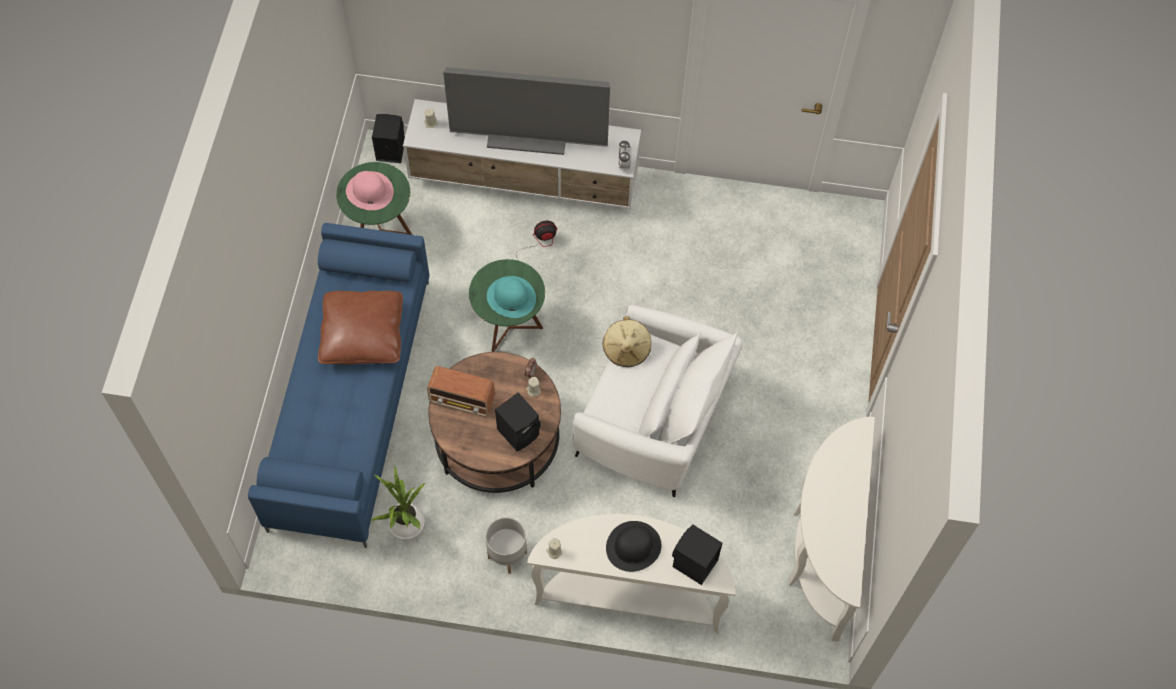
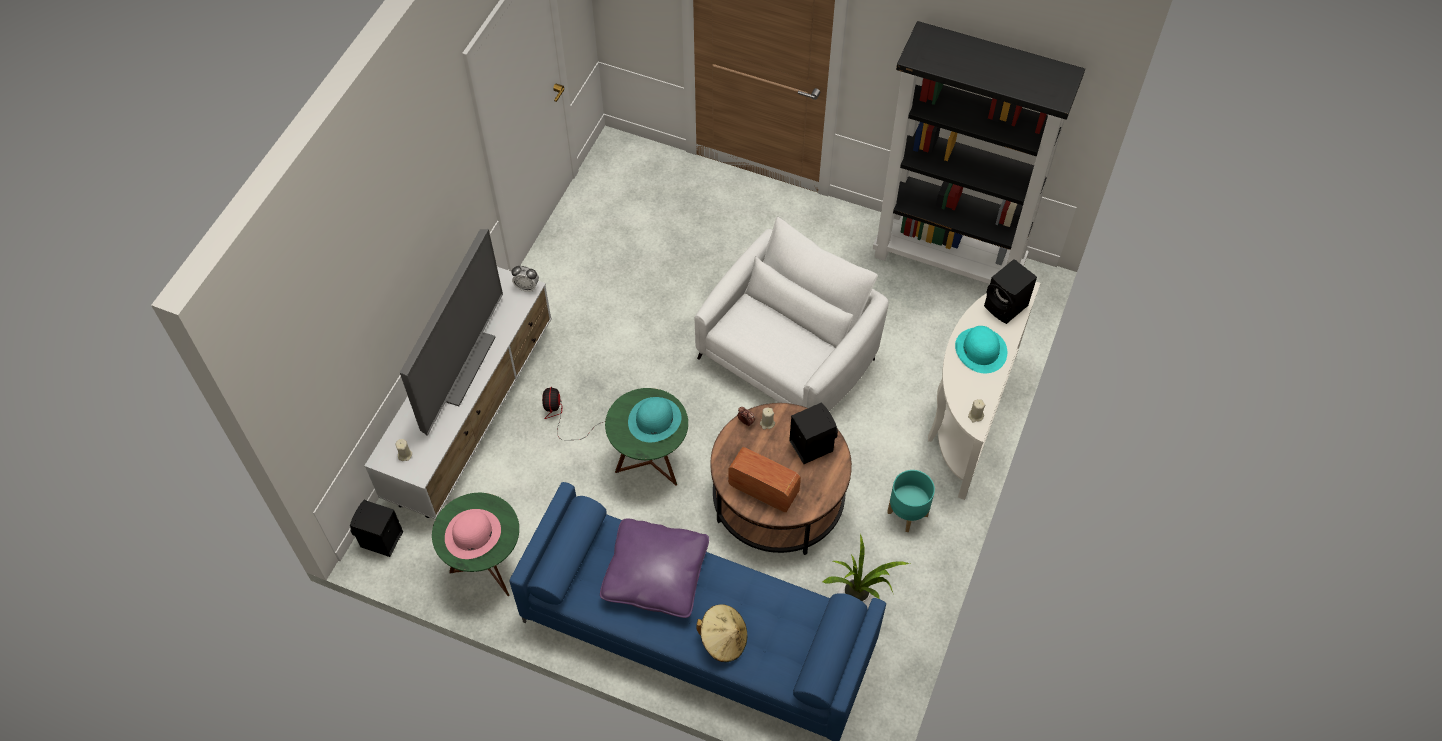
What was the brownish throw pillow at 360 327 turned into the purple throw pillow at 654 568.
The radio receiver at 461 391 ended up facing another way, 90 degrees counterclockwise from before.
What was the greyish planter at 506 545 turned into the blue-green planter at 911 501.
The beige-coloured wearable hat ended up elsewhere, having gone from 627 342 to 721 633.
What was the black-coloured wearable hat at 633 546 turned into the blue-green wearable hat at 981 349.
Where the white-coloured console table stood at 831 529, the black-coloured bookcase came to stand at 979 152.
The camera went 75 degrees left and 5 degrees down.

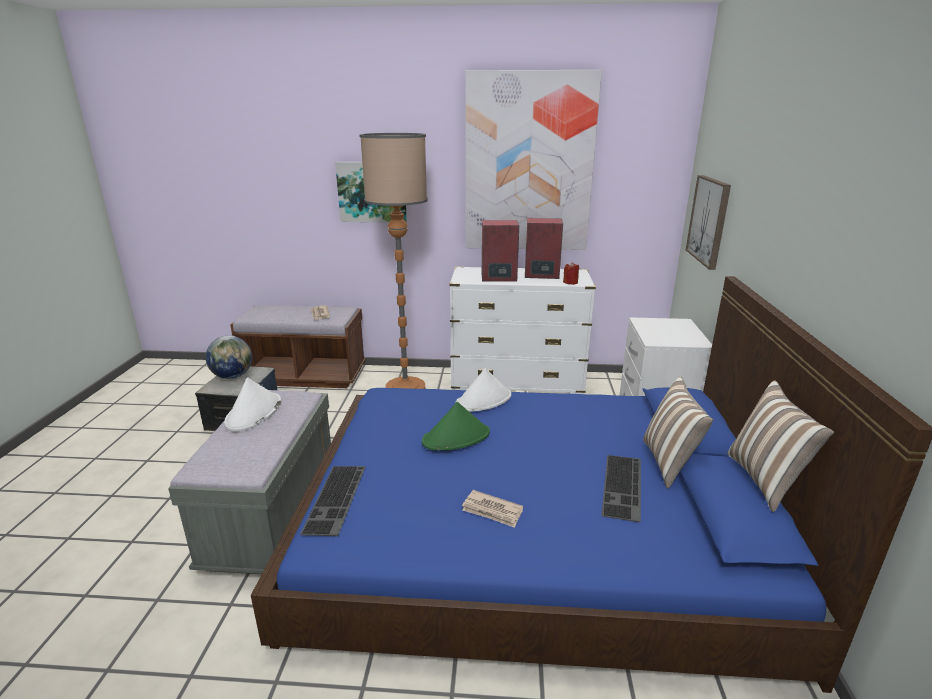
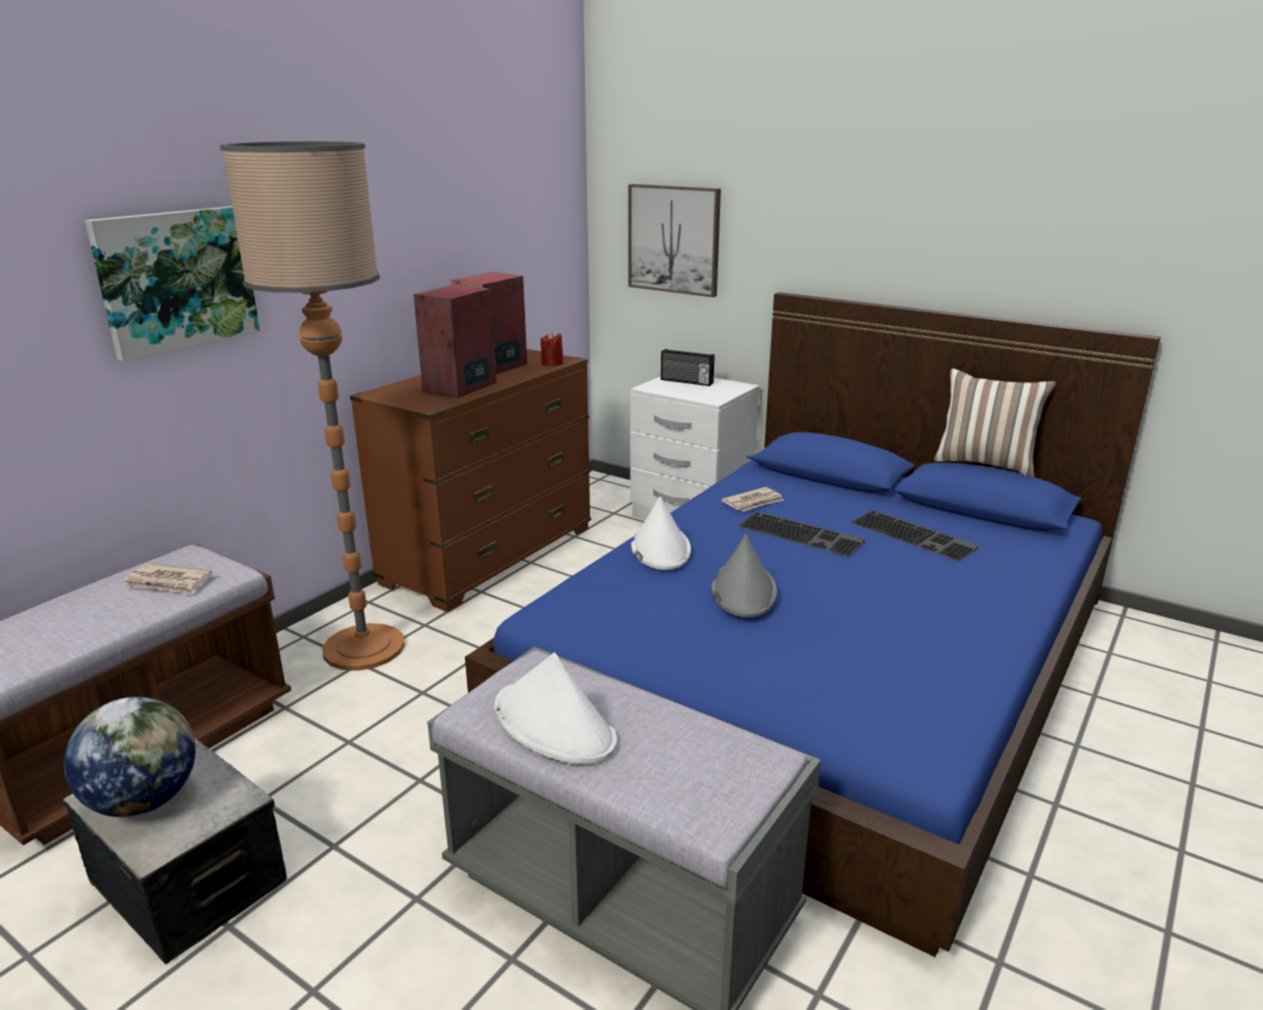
The PC keyboard ended up elsewhere, having gone from 333 501 to 801 534.
What was the green-coloured wearable hat at 456 426 turned into the greyish wearable hat at 744 576.
What was the white-coloured dresser at 522 330 turned into the brownish dresser at 470 480.
The daily paper ended up elsewhere, having gone from 492 509 to 752 499.
The second view lost the picture at 533 160.
The second view lost the throw pillow at 678 433.
The second view gained the radio receiver at 687 367.
The camera went 60 degrees left and 0 degrees up.

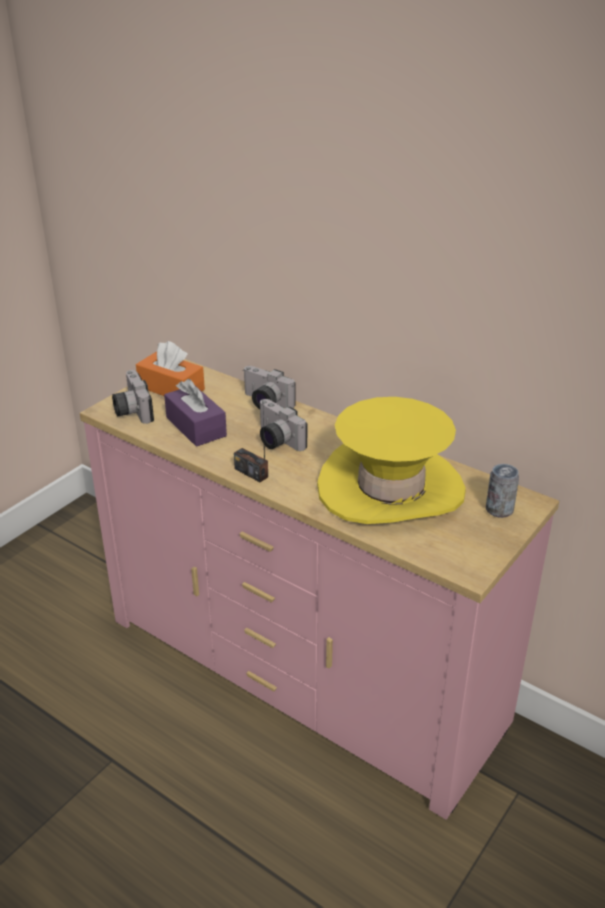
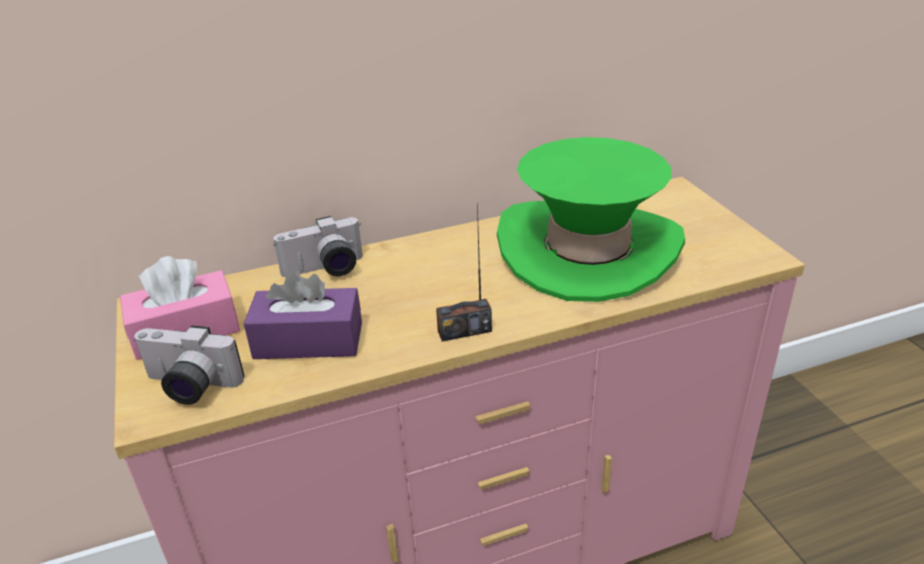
What was the orange-coloured box of tissues at 170 368 turned into the pink-coloured box of tissues at 180 308.
The second view lost the photo camera at 283 425.
What was the yellow-coloured wearable hat at 391 460 turned into the green-coloured wearable hat at 591 219.
The second view lost the metal can at 502 491.
The camera went 55 degrees left and 0 degrees up.

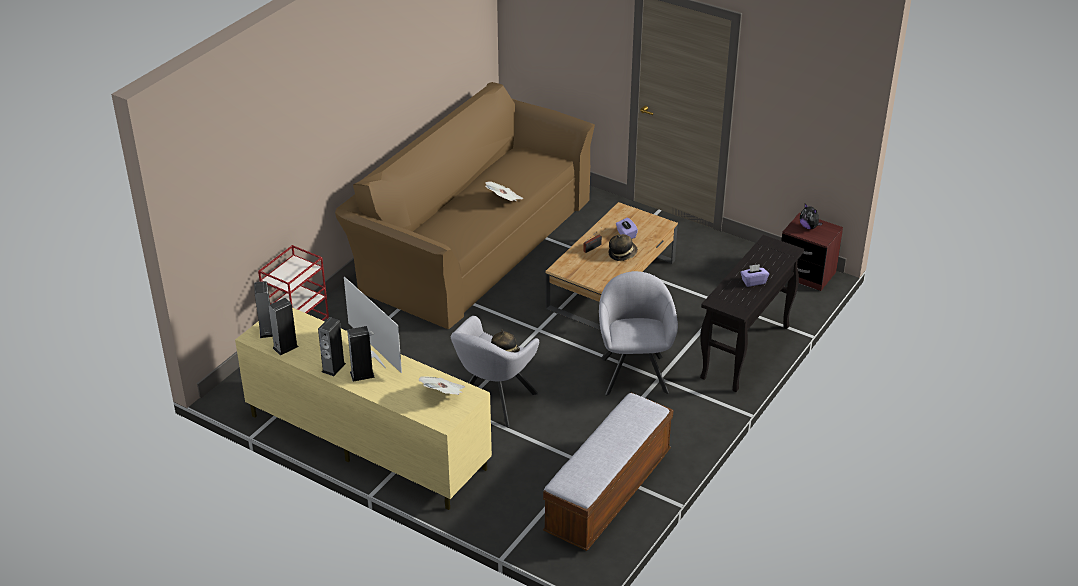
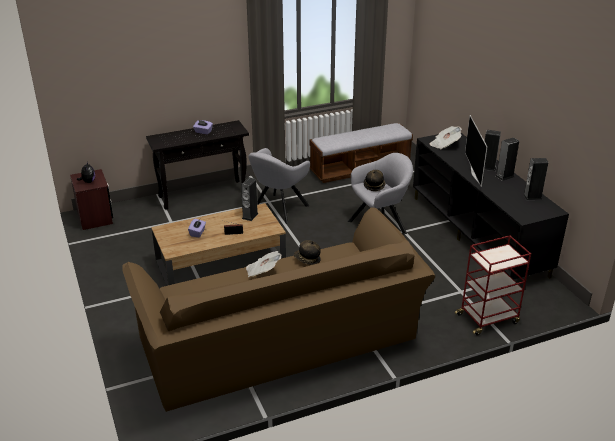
What was the beige-coloured tv unit at 363 409 turned into the black-coloured tv unit at 491 206.
The loudspeaker ended up elsewhere, having gone from 263 309 to 250 199.
The wearable hat ended up elsewhere, having gone from 623 247 to 307 252.
The camera went 145 degrees left and 5 degrees down.

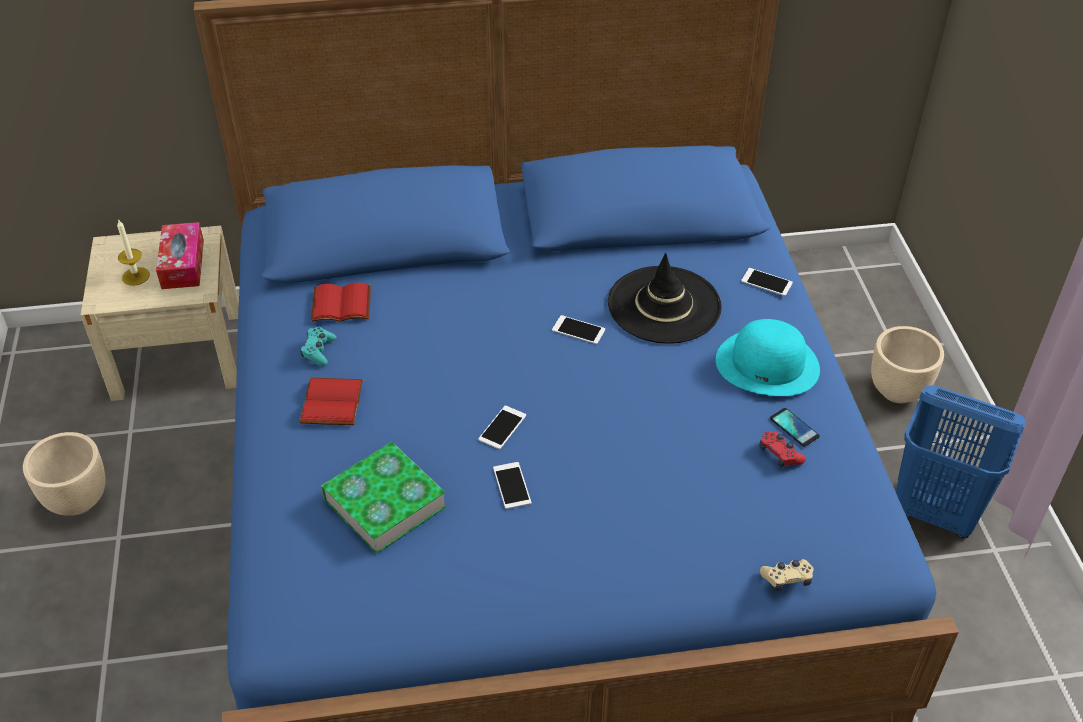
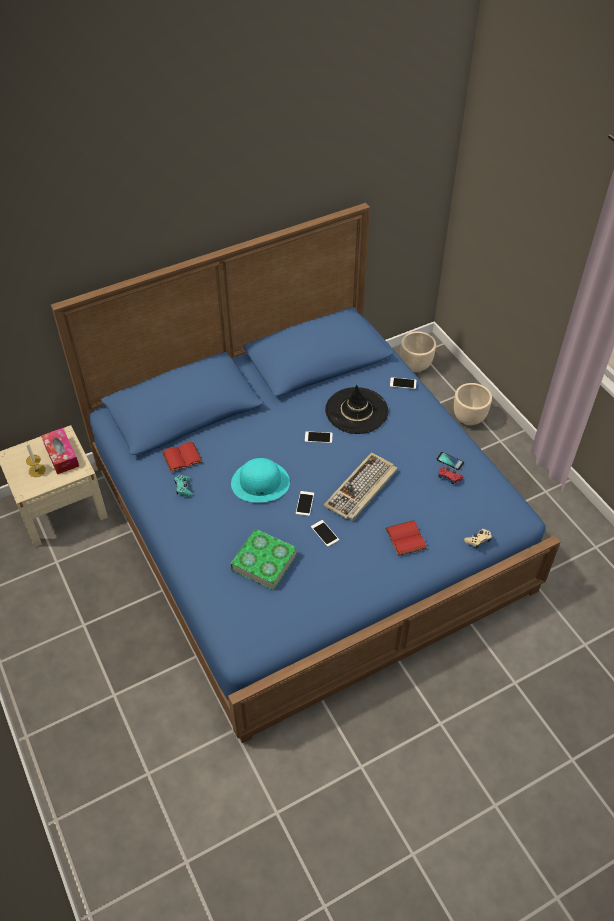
The beige-coloured planter ended up elsewhere, having gone from 64 473 to 418 351.
The red bound book ended up elsewhere, having gone from 331 401 to 406 538.
The blue-green wearable hat ended up elsewhere, having gone from 768 357 to 260 480.
The second view lost the bluish laundry basket at 961 461.
The second view gained the PC keyboard at 360 487.
The camera went 20 degrees left and 5 degrees up.

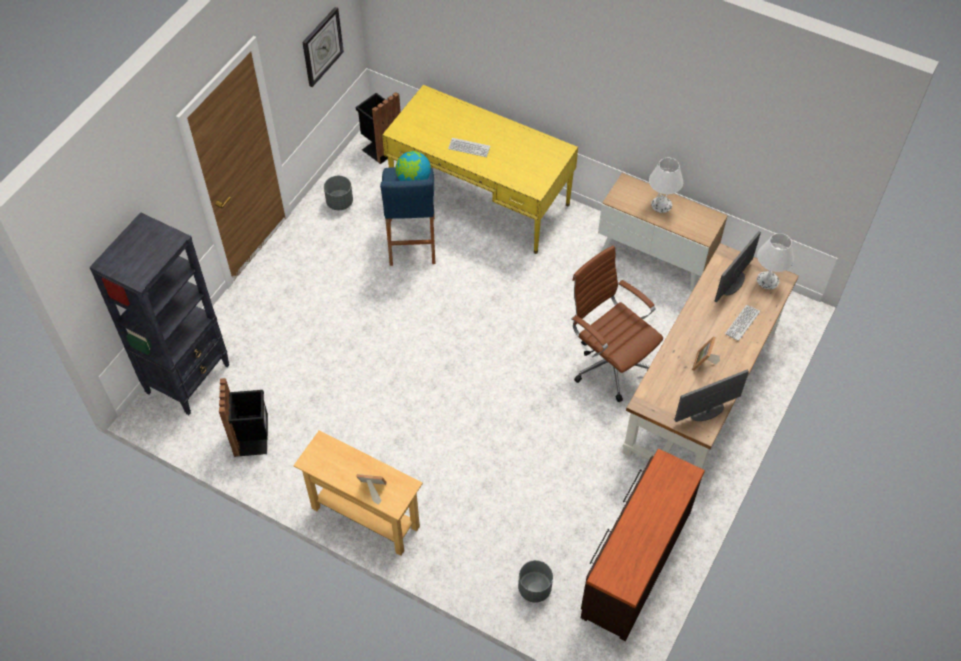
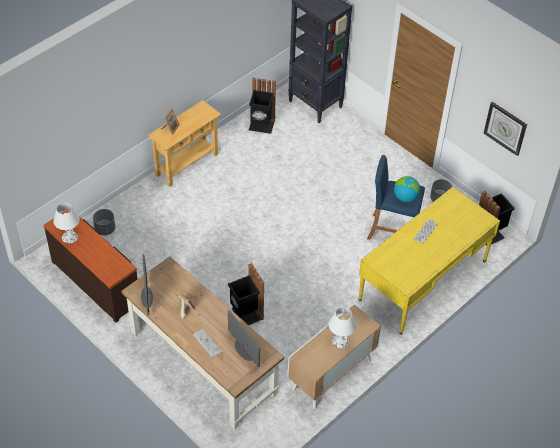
Where the brownish office chair stood at 617 324, the black-coloured waste bin came to stand at 246 294.
The white-coloured tabletop lamp ended up elsewhere, having gone from 775 261 to 66 223.
The camera went 105 degrees right and 5 degrees down.

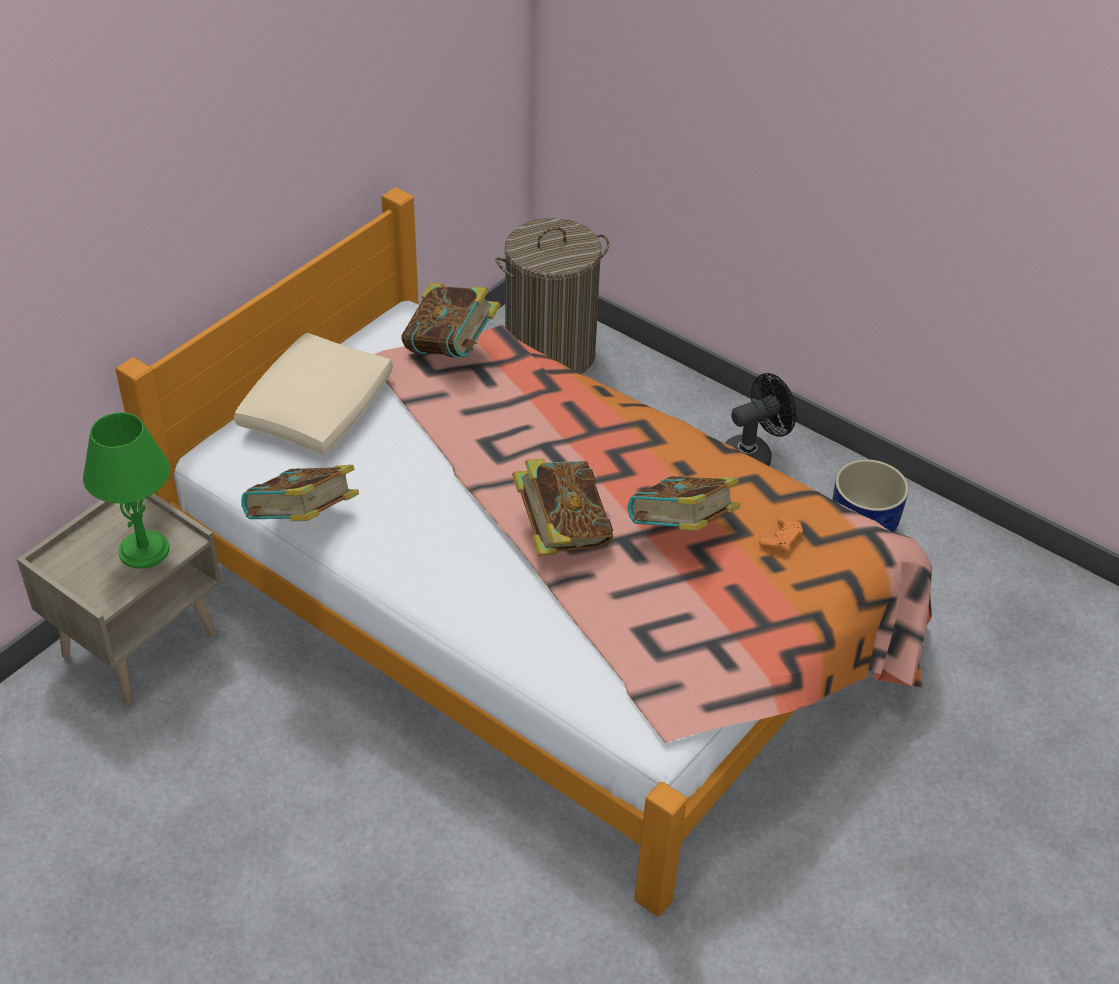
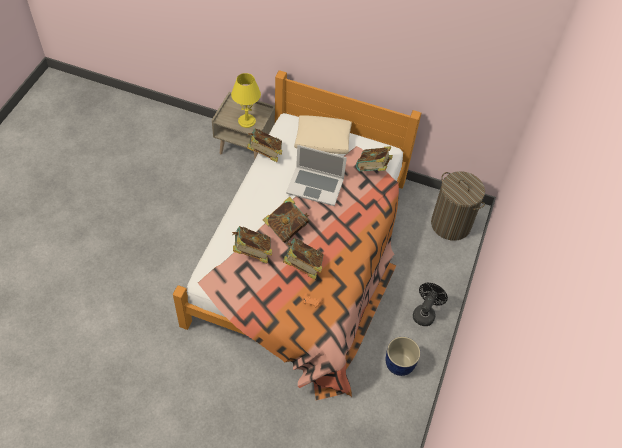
What was the green-coloured tabletop lamp at 126 490 turned into the yellow-coloured tabletop lamp at 246 100.
The black-coloured fan at 760 419 ended up facing another way, 105 degrees counterclockwise from before.
The second view gained the bound book at 252 244.
The second view gained the portable computer at 316 175.
The camera went 70 degrees right and 10 degrees up.

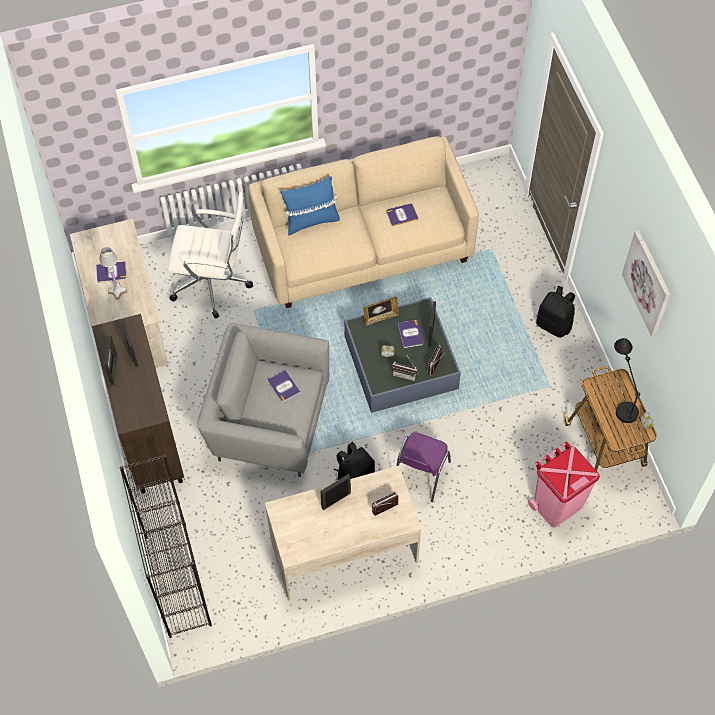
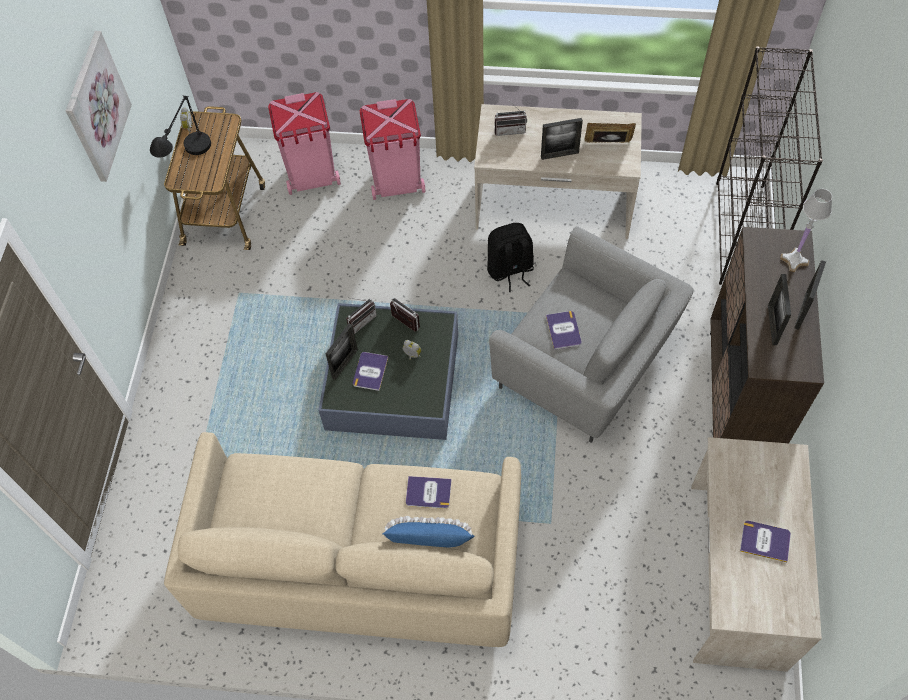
The white-coloured tabletop lamp ended up elsewhere, having gone from 113 273 to 806 230.
The second view lost the white-coloured office chair at 210 255.
The photo frame ended up elsewhere, having gone from 381 311 to 610 133.
The bound book ended up elsewhere, having gone from 402 215 to 428 492.
The second view lost the purple chair at 424 467.
The second view lost the black-coloured rucksack at 555 312.
The second view gained the pink-coloured waste bin at 393 149.
The camera went 155 degrees left and 0 degrees up.

